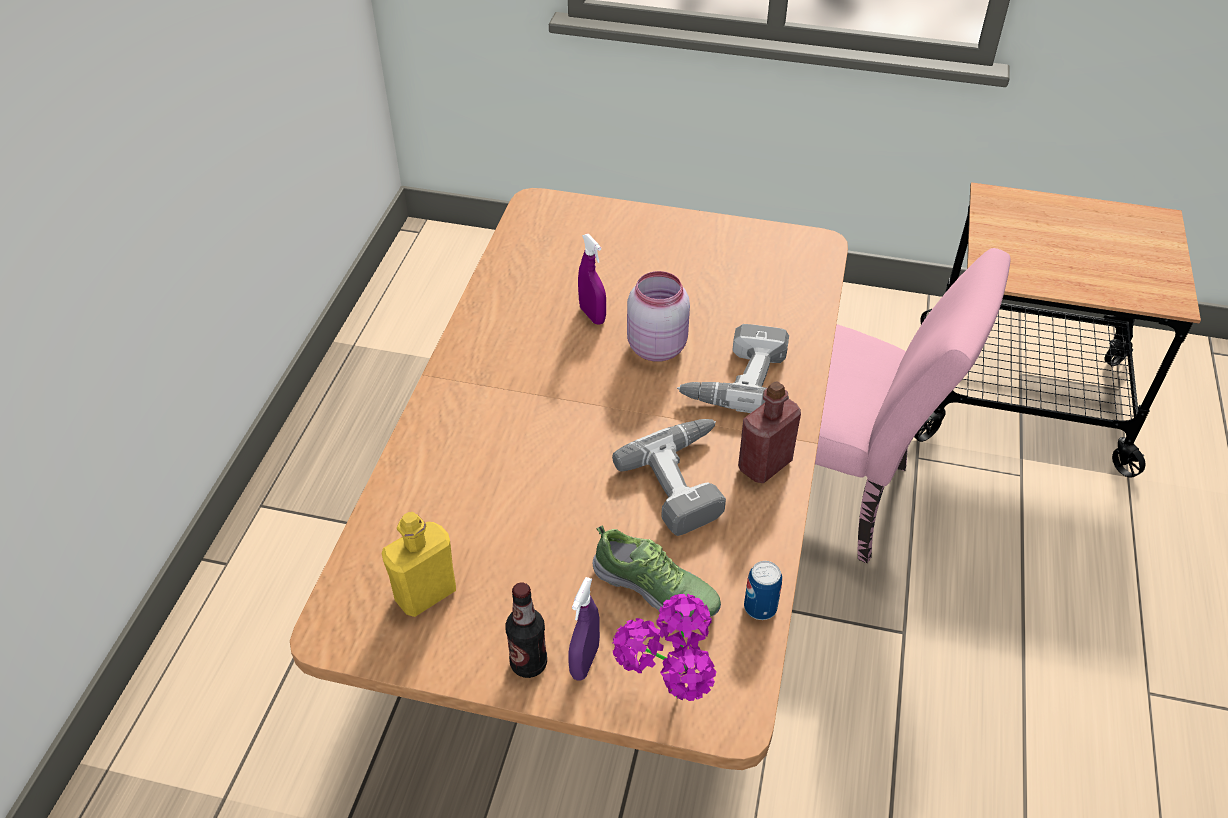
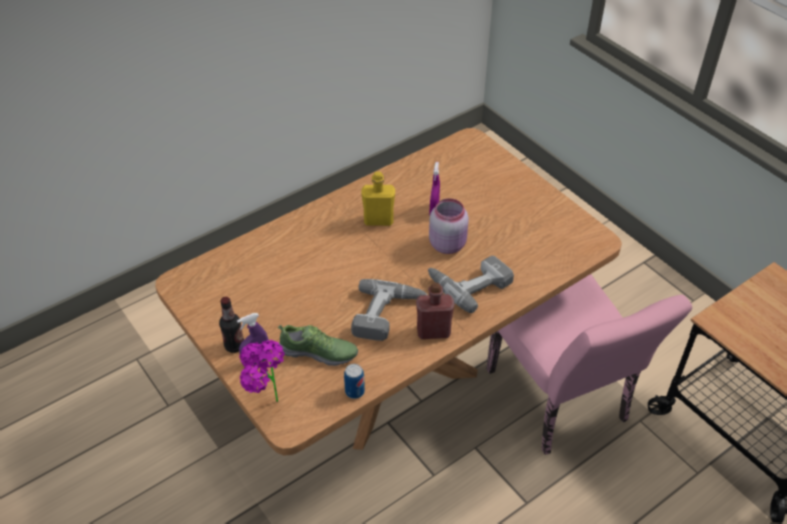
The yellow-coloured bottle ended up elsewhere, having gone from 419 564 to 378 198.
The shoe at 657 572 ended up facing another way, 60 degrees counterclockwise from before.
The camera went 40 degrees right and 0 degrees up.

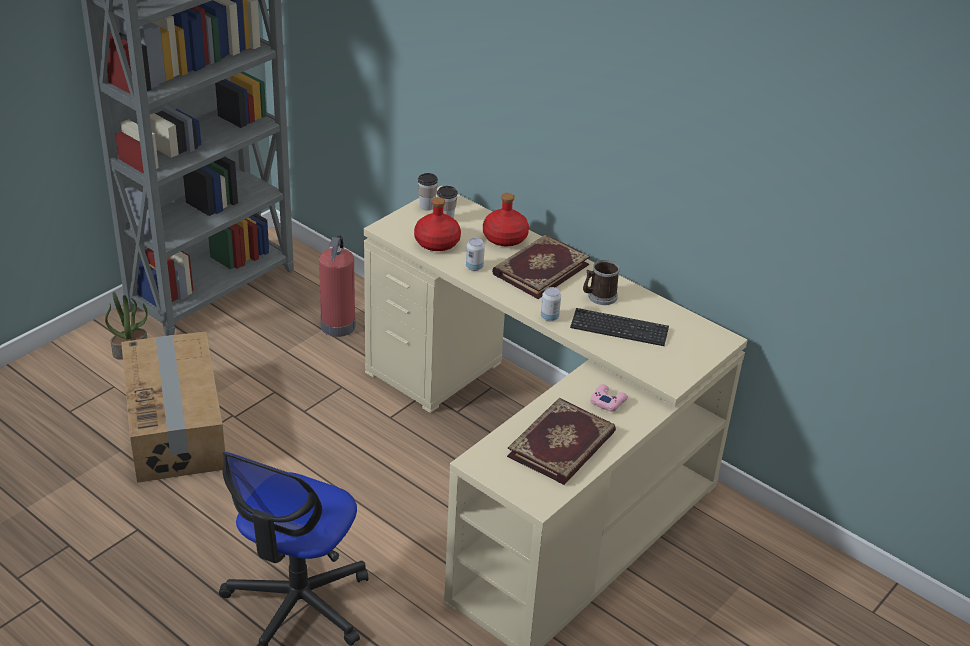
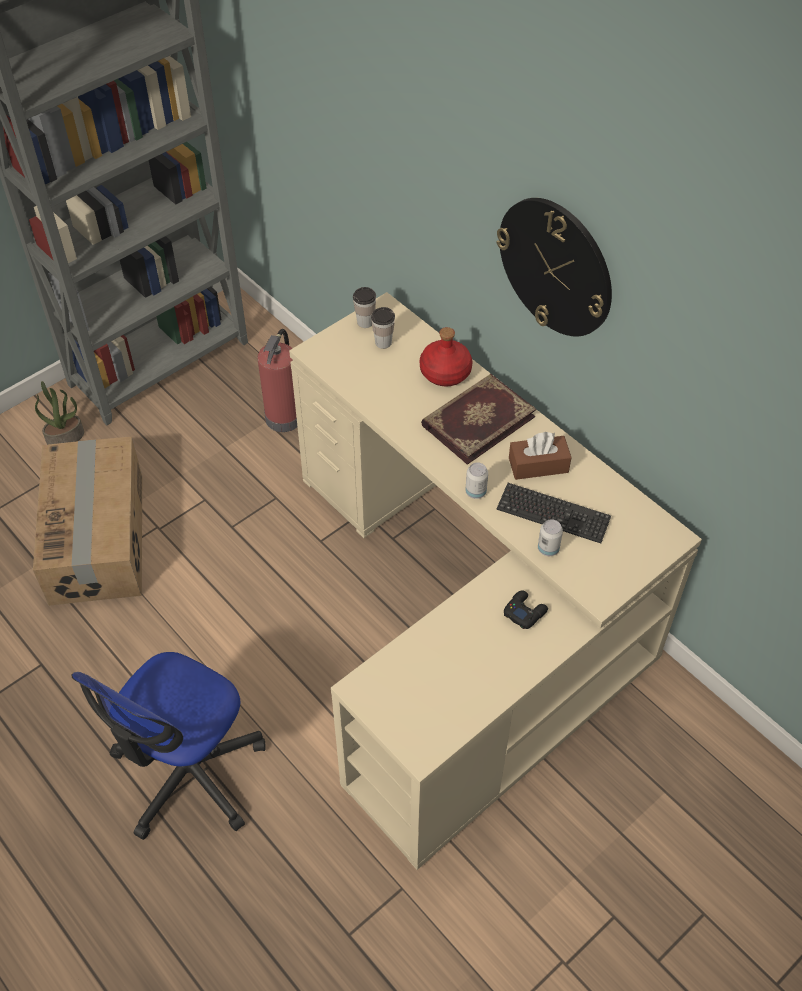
The second view lost the red bottle at 437 224.
The metal can ended up elsewhere, having gone from 475 254 to 550 537.
The second view lost the bound book at 561 441.
Where the mug stood at 601 282, the brownish box of tissues came to stand at 540 456.
What was the pink-coloured game controller at 609 398 turned into the black-coloured game controller at 526 609.
The second view gained the hanging clock at 554 267.
The camera went 10 degrees right and 15 degrees up.

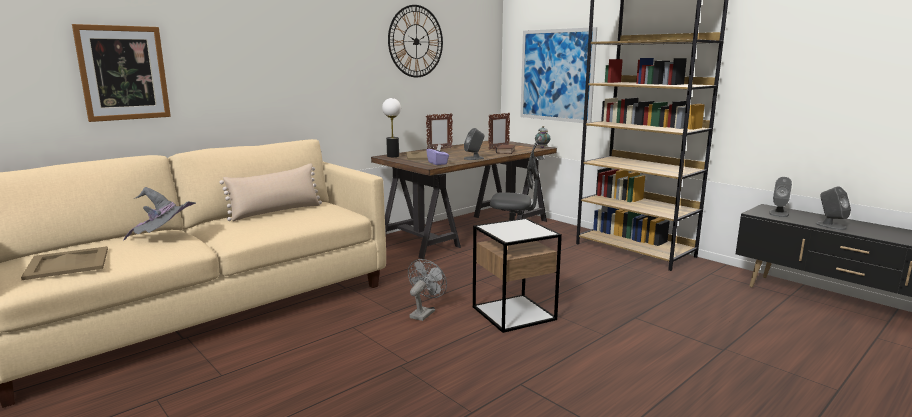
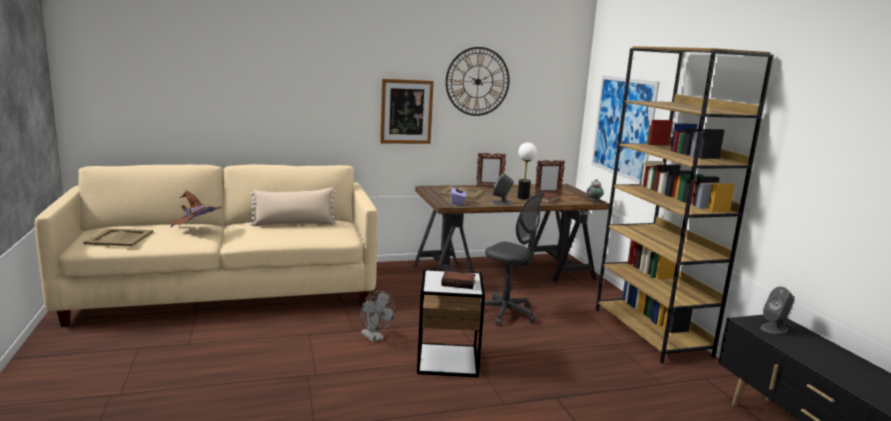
The picture ended up elsewhere, having gone from 121 73 to 407 111.
What was the greyish wearable hat at 159 214 turned into the brownish wearable hat at 196 208.
The tabletop lamp ended up elsewhere, having gone from 391 127 to 527 171.
The greyish fan at 427 290 ended up facing another way, 90 degrees clockwise from before.
The second view lost the greyish loudspeaker at 833 208.
The second view gained the bound book at 458 280.
The camera went 25 degrees right and 0 degrees up.

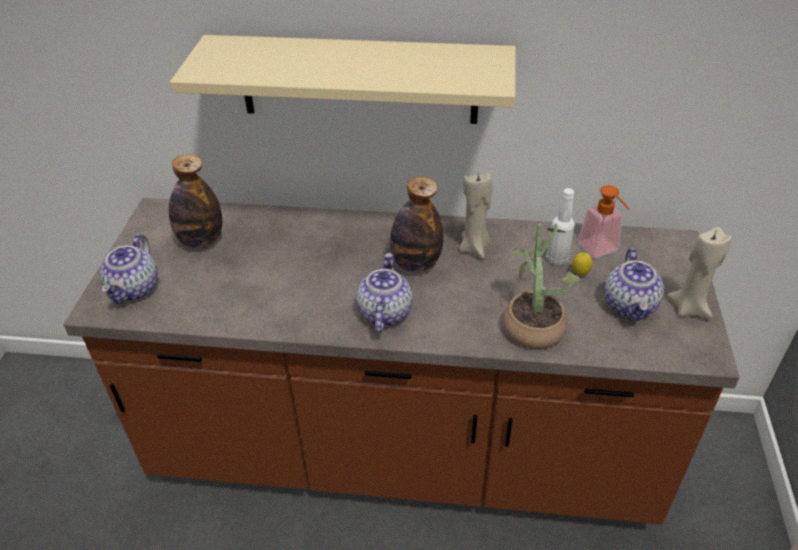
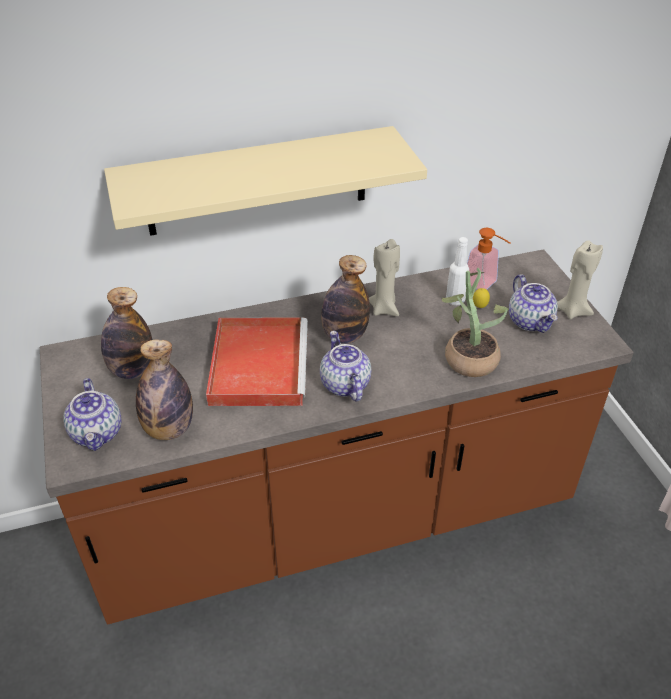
The second view gained the bottle at 164 389.
The second view gained the red carrying tray at 257 361.
The camera went 25 degrees left and 0 degrees up.

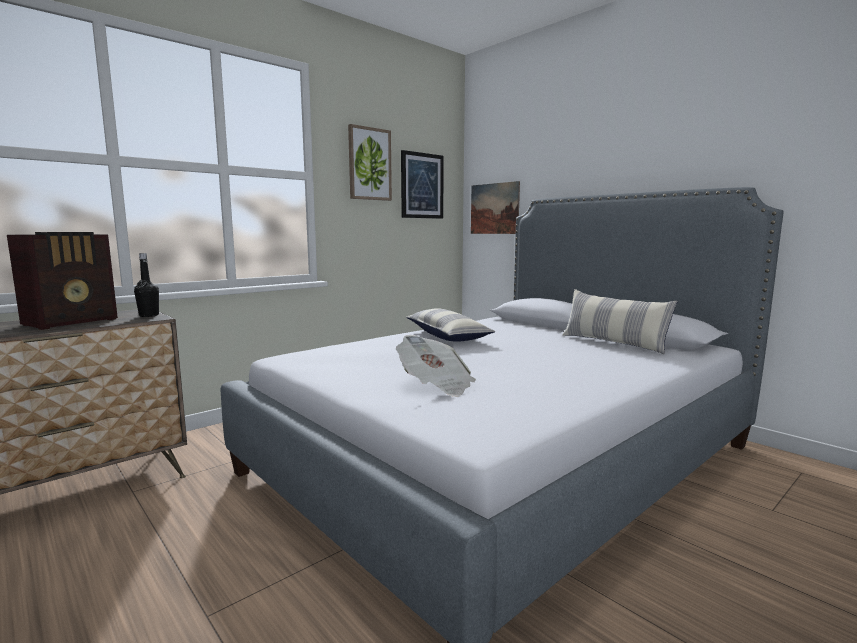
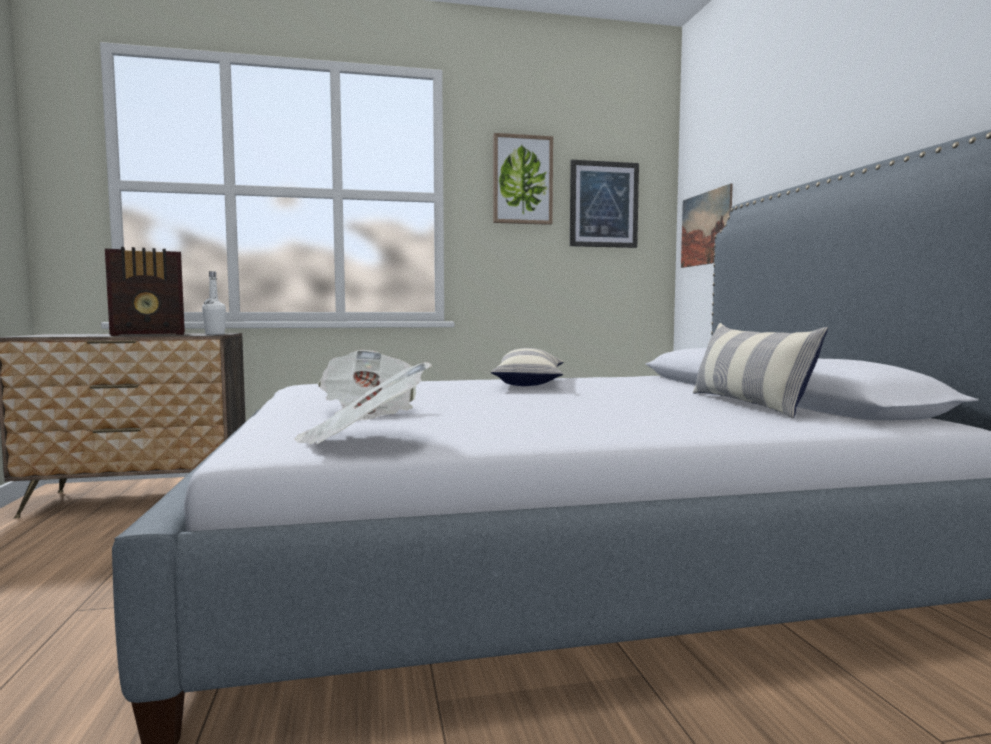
What was the black-coloured bottle at 146 285 turned into the white-coloured bottle at 214 303.
The second view gained the daily paper at 363 403.
The camera went 30 degrees right and 5 degrees down.

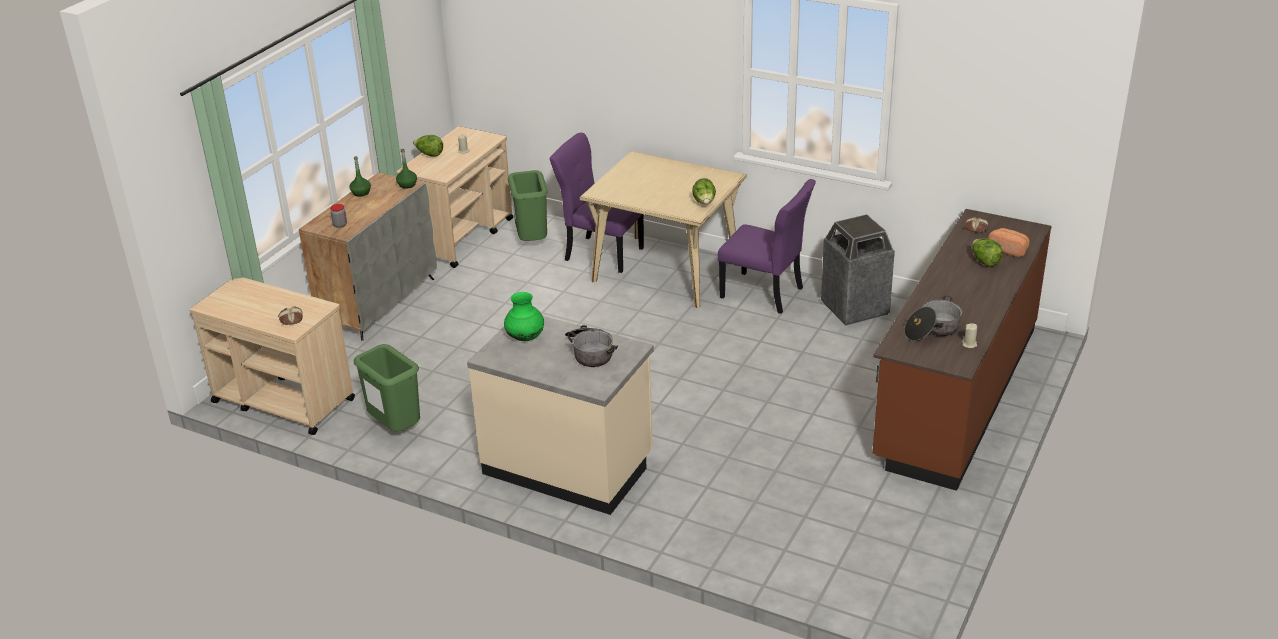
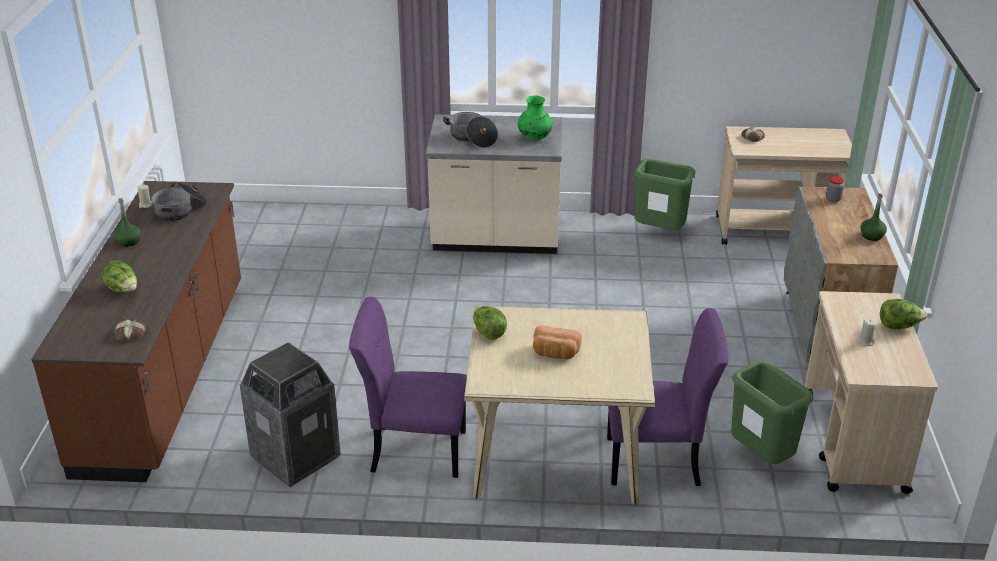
The green-coloured bottle ended up elsewhere, having gone from 406 169 to 127 222.
The baked bread ended up elsewhere, having gone from 1008 242 to 557 342.
The camera went 155 degrees right and 0 degrees up.

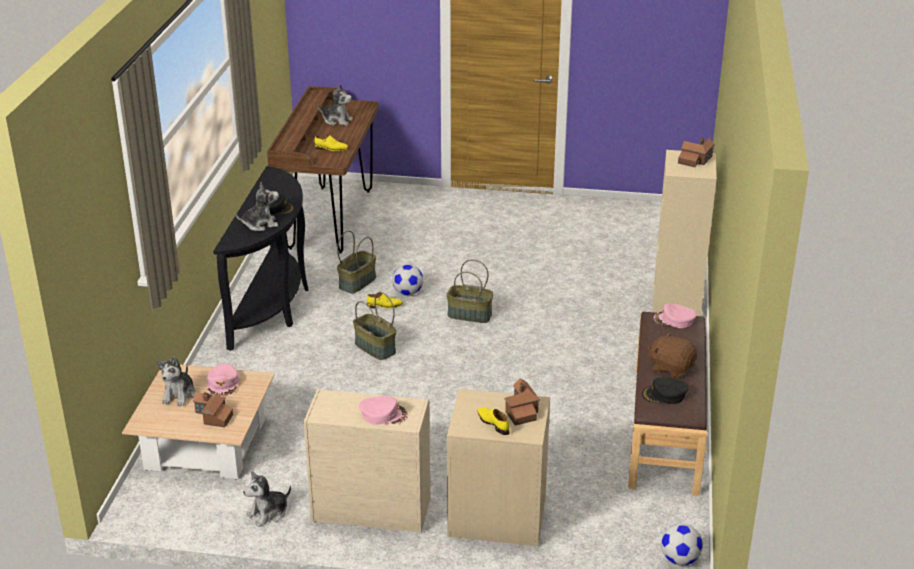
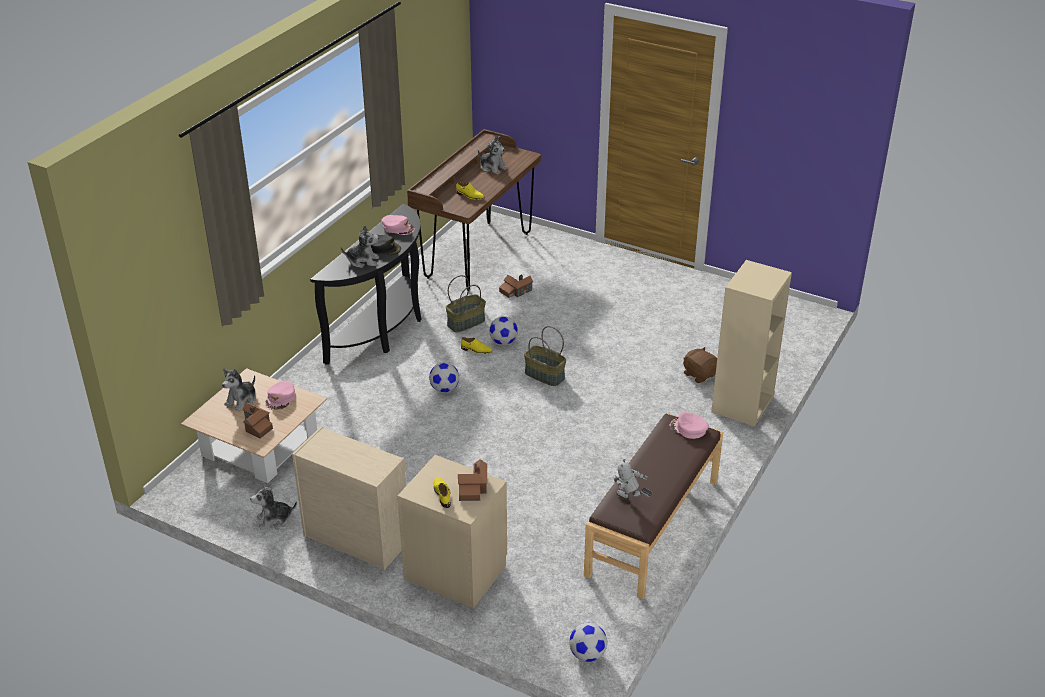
Where the storage basket stood at 374 326, the ball for football came to stand at 444 377.
The pink-coloured baseball cap ended up elsewhere, having gone from 383 410 to 398 225.
Where the black-coloured baseball cap stood at 665 390, the toy robot came to stand at 633 479.
The brownish cuddly toy ended up elsewhere, having gone from 672 355 to 700 365.
The model house ended up elsewhere, having gone from 696 152 to 516 286.
The camera went 20 degrees right and 5 degrees up.

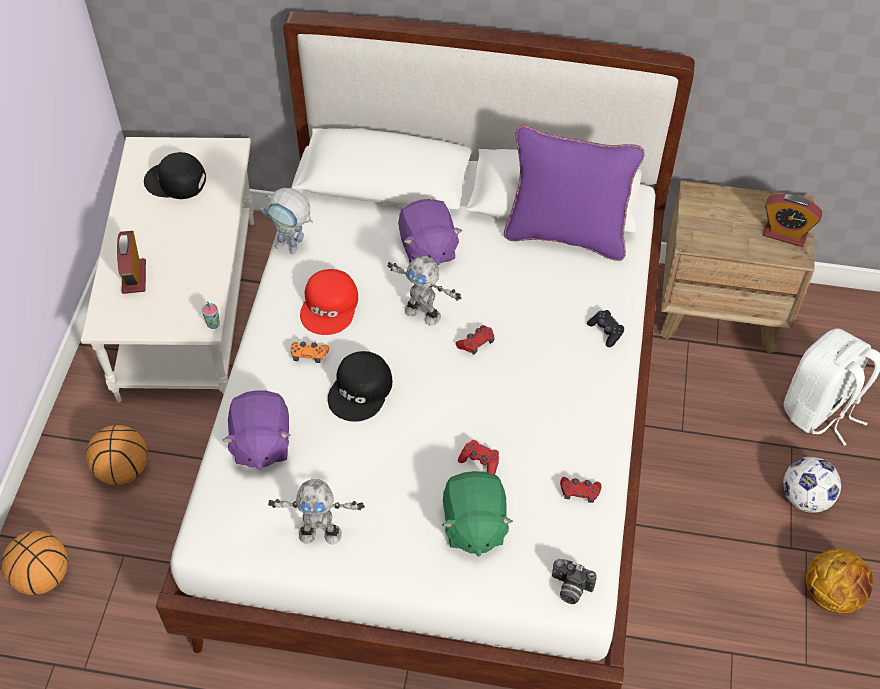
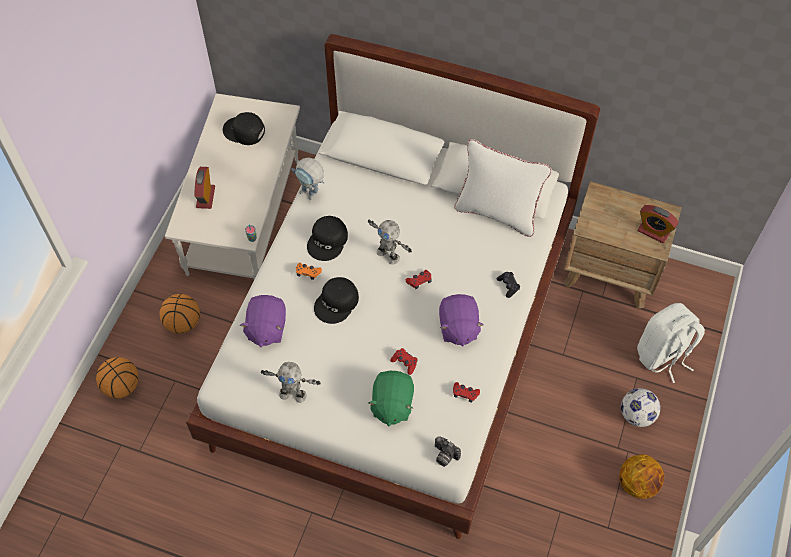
What was the red baseball cap at 329 302 turned into the black-coloured baseball cap at 327 238.
The purple cuddly toy ended up elsewhere, having gone from 430 232 to 461 320.
What was the purple throw pillow at 574 193 turned into the white-coloured throw pillow at 503 188.
The camera went 10 degrees right and 5 degrees up.

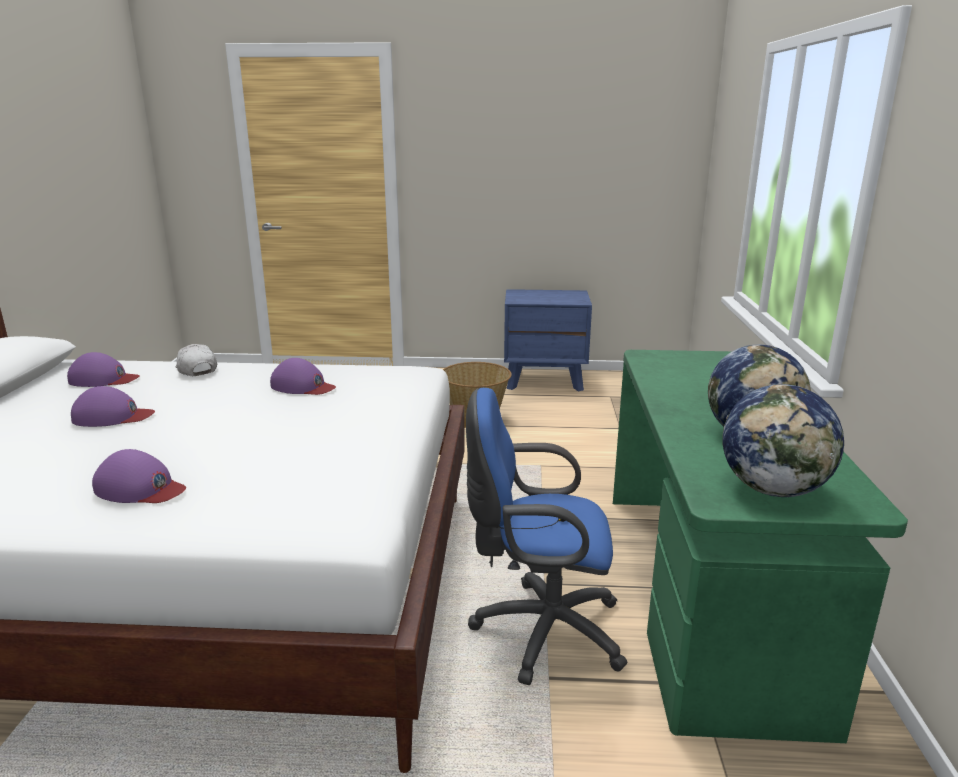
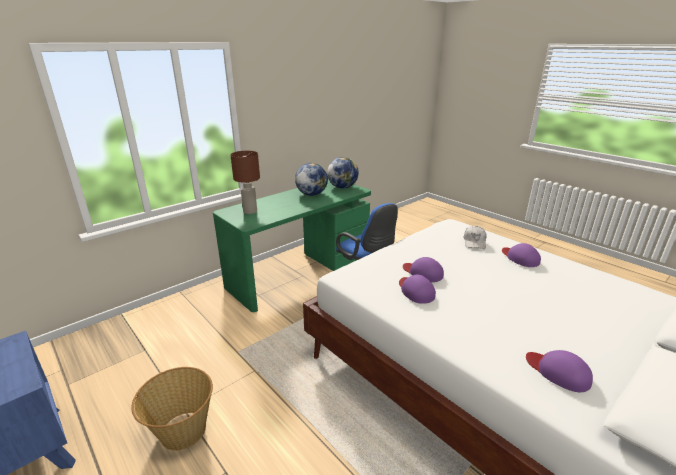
The purple baseball cap ended up elsewhere, having gone from 113 406 to 423 269.
The white-coloured baseball cap ended up elsewhere, having gone from 196 360 to 475 237.
The second view gained the brownish tabletop lamp at 245 182.
The camera went 135 degrees left and 5 degrees up.

